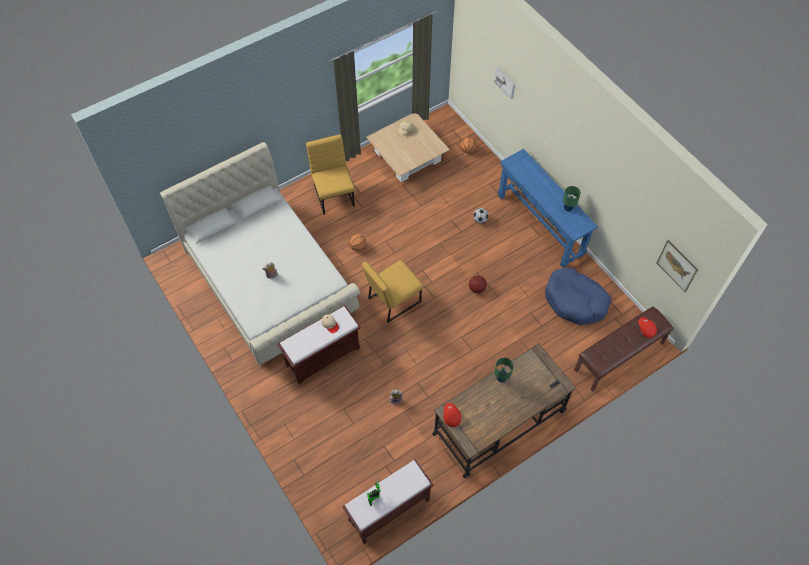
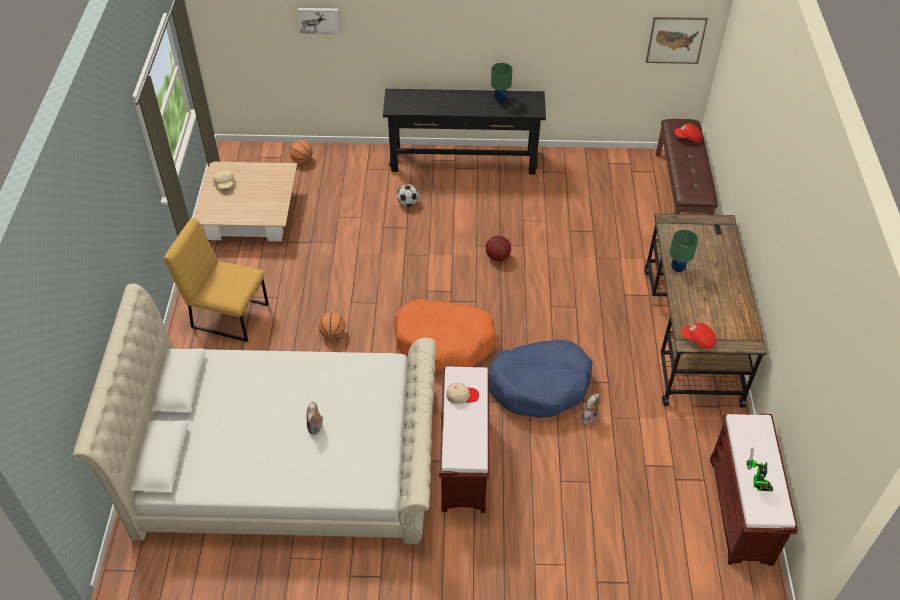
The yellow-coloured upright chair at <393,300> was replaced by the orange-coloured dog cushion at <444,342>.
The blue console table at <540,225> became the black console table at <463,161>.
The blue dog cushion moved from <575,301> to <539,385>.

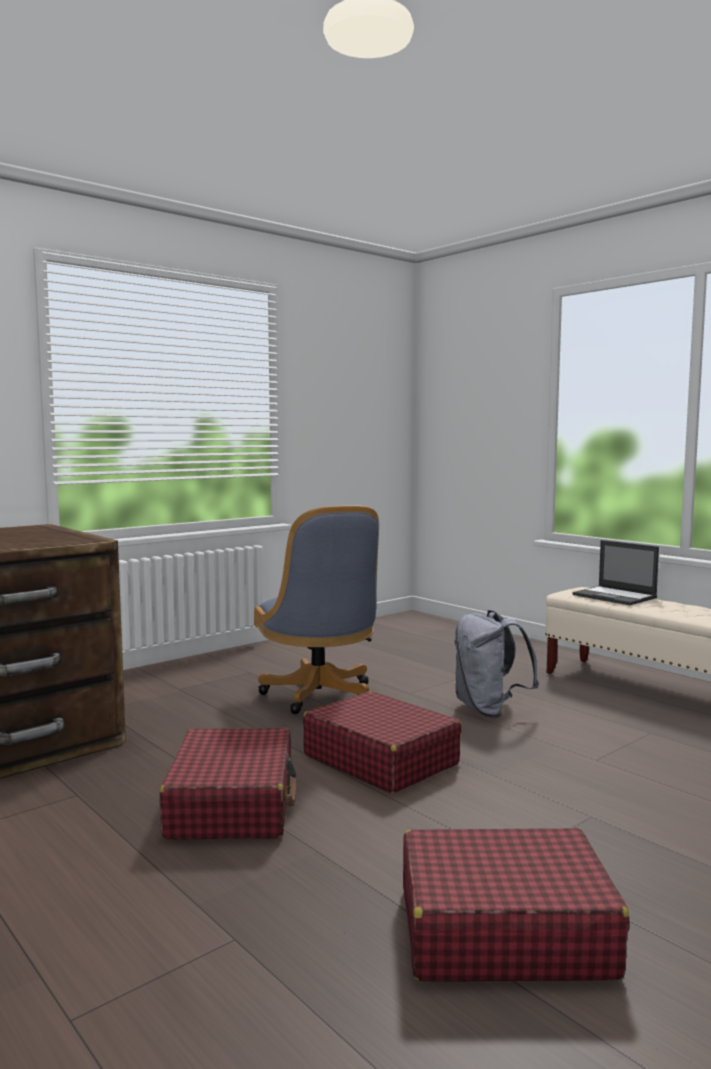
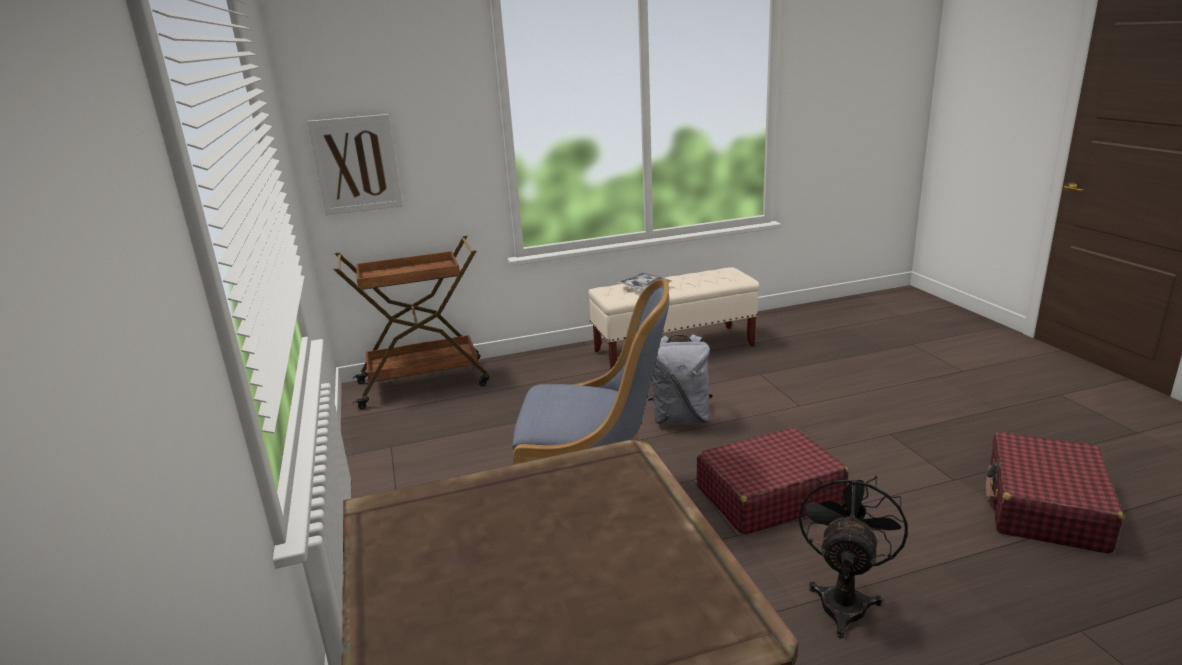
The reddish travel case at <232,804> was replaced by the black electric fan at <844,599>.
The portable computer at <615,596> was replaced by the tray at <644,287>.
The wall art at <356,164> appeared.
The brown cart at <423,384> appeared.

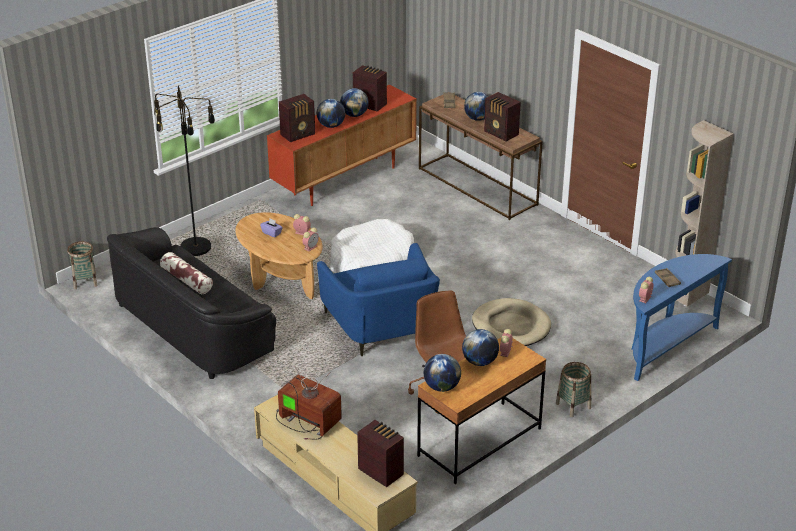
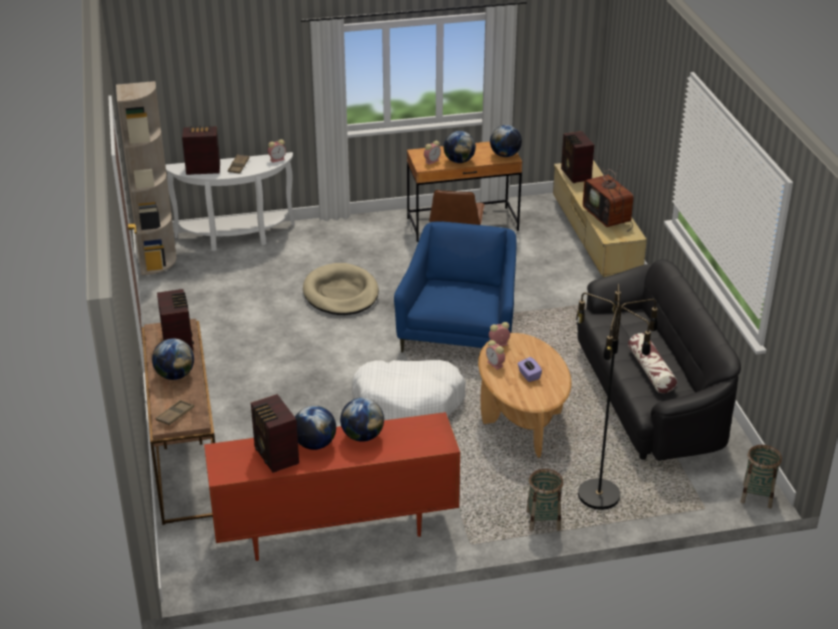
The radio moved from <298,134> to <202,169>.
The storage basket moved from <573,406> to <543,520>.
The blue console table at <665,346> became the white-coloured console table at <236,238>.

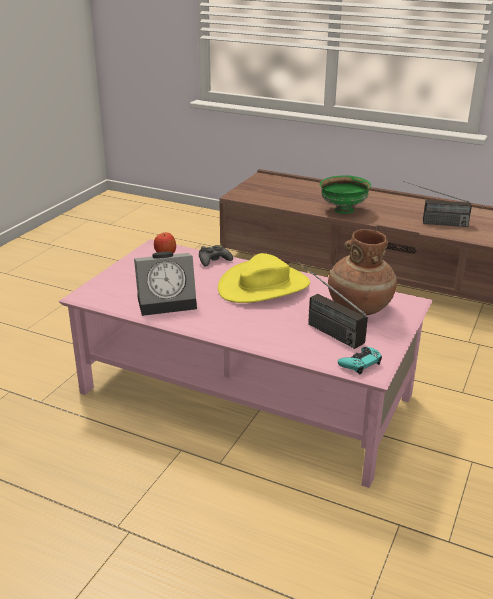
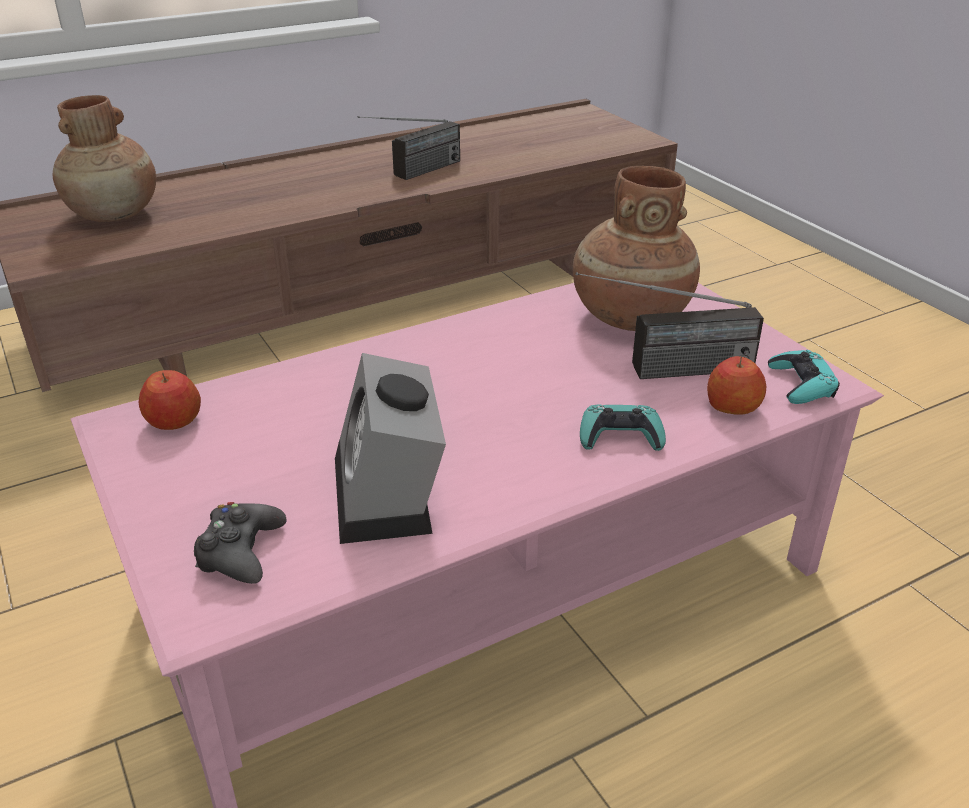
The table clock at <168,301> turned 150 degrees clockwise.
The black gamepad moved from <214,260> to <240,552>.
The yellow-coloured hat at <264,286> disappeared.
The greenish bowl at <343,211> disappeared.
The brown decorative vase at <115,214> appeared.
The turquoise gamepad at <620,436> appeared.
The whole apple at <732,406> appeared.

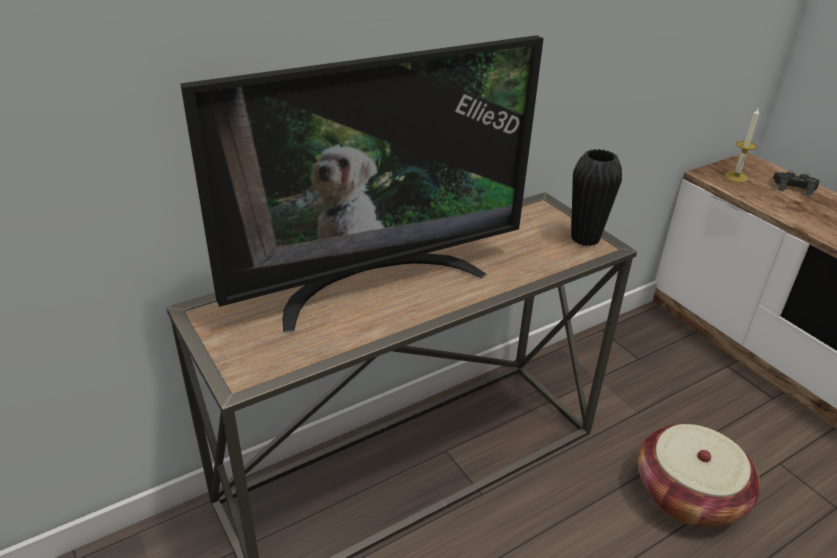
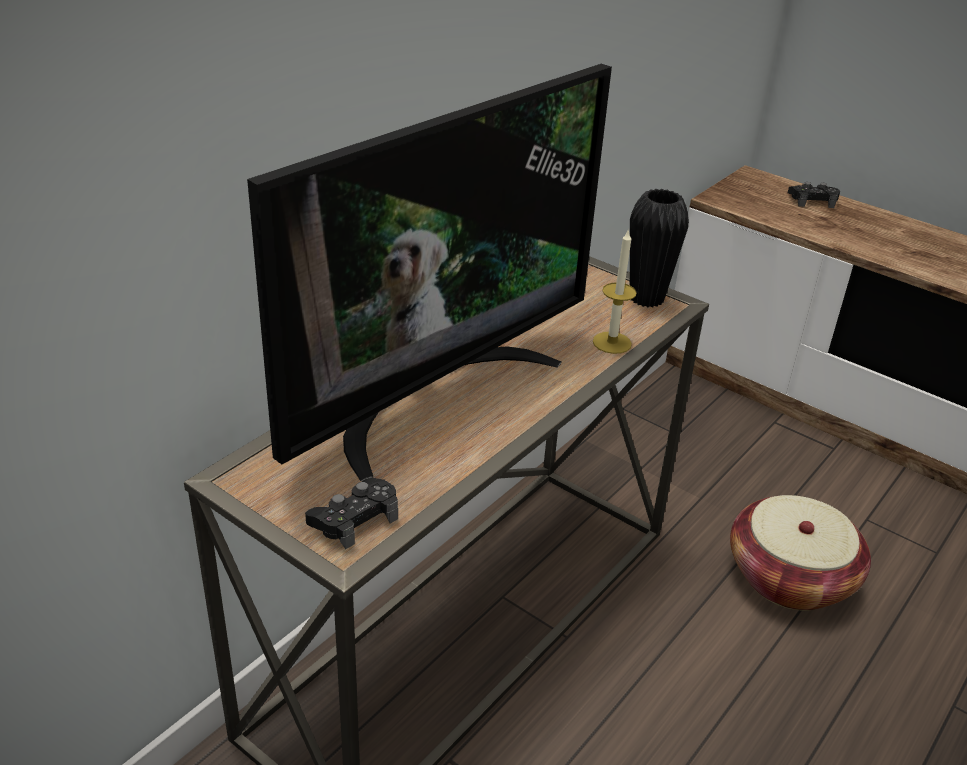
The wax light moved from <736,177> to <612,342>.
The black gamepad at <354,519> appeared.

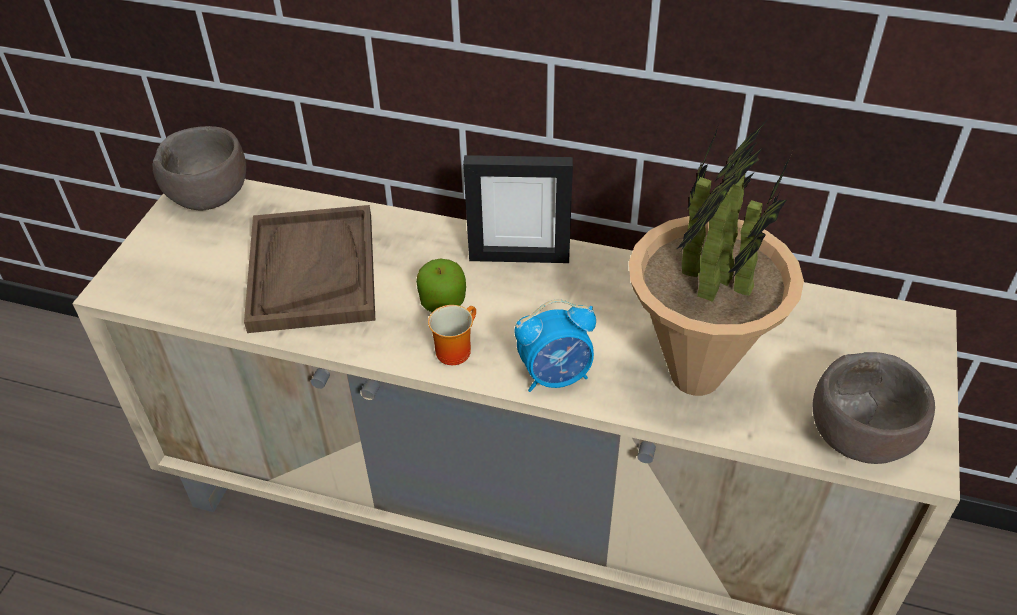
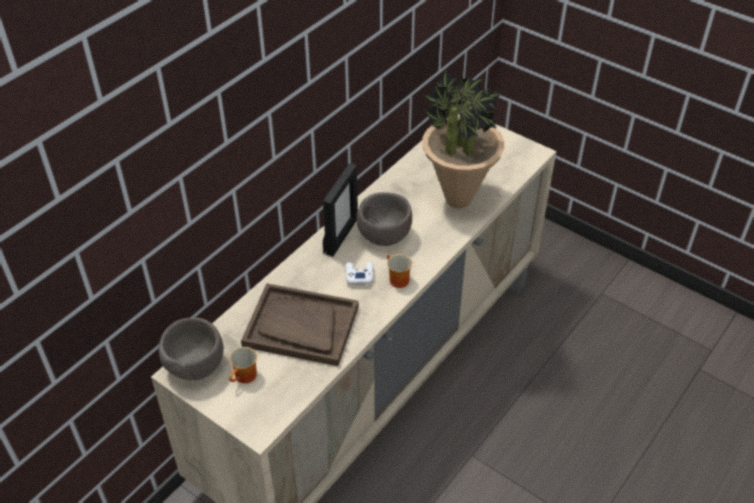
The whole apple at <443,301> was replaced by the white-coloured gamepad at <359,275>.
The table clock at <556,376> disappeared.
The brown bowl moved from <860,437> to <384,235>.
The coffee mug at <245,377> appeared.

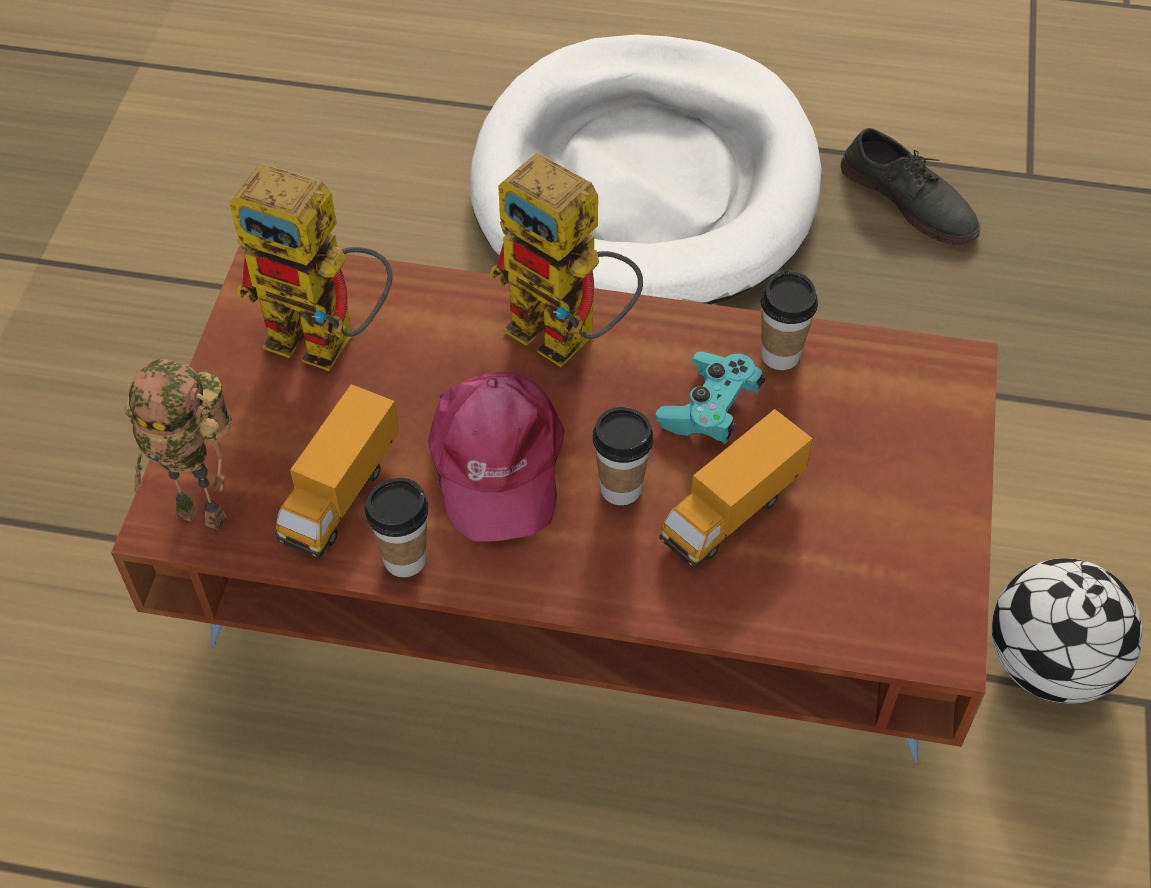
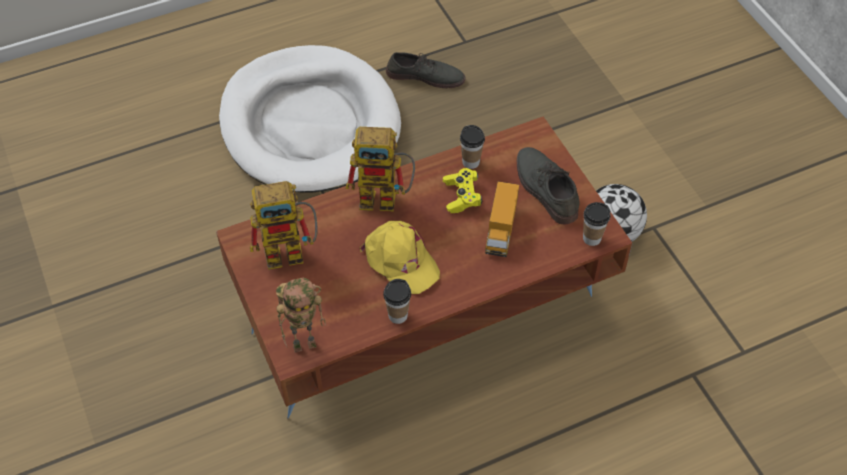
The toy lorry at <341,494> disappeared.
The pink baseball cap at <496,462> became the yellow-coloured baseball cap at <400,260>.
The cup moved from <620,488> to <591,238>.
The turquoise gamepad at <709,408> became the yellow-coloured gamepad at <462,196>.
The grey item of footwear at <545,188> appeared.

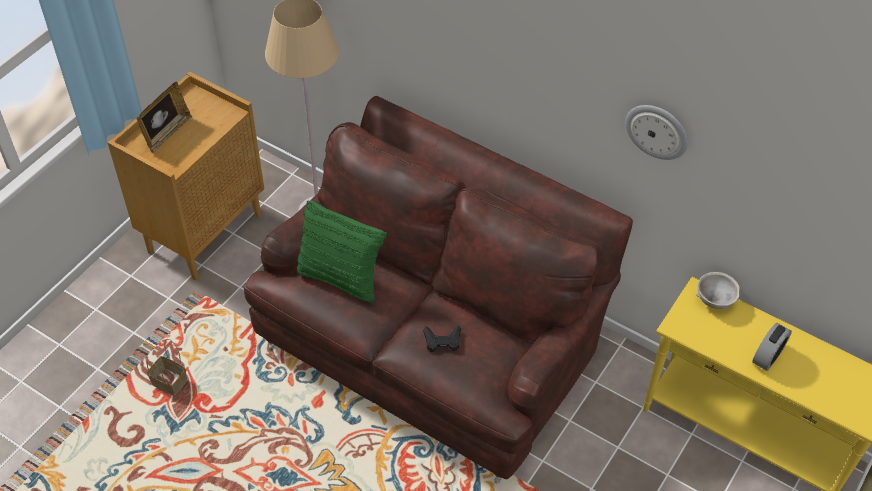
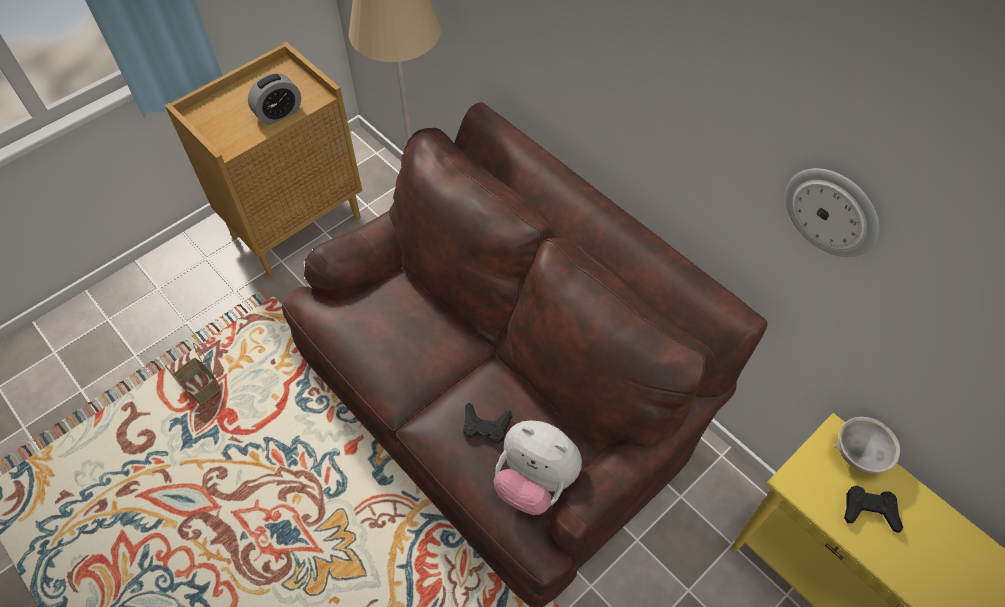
The photo frame at <167,133> disappeared.
The greenish pillow at <342,278> disappeared.
The table clock moved from <767,356> to <279,113>.
The soft toy at <535,481> appeared.
The black gamepad at <870,510> appeared.

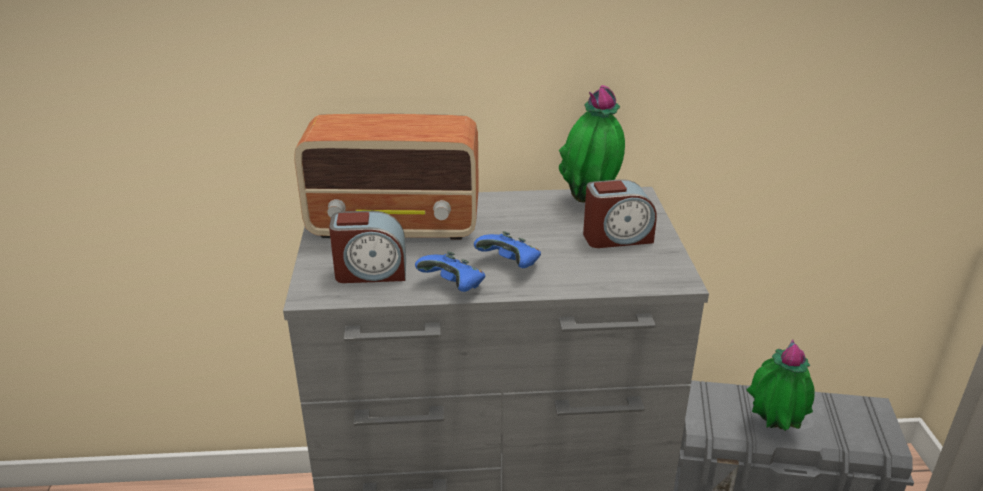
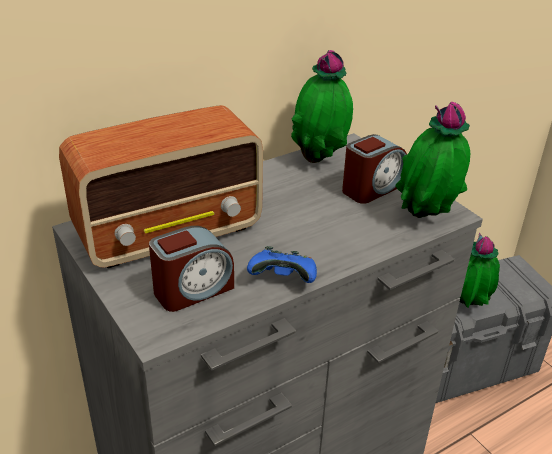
The blue gamepad at <510,264> disappeared.
The houseplant at <425,219> appeared.

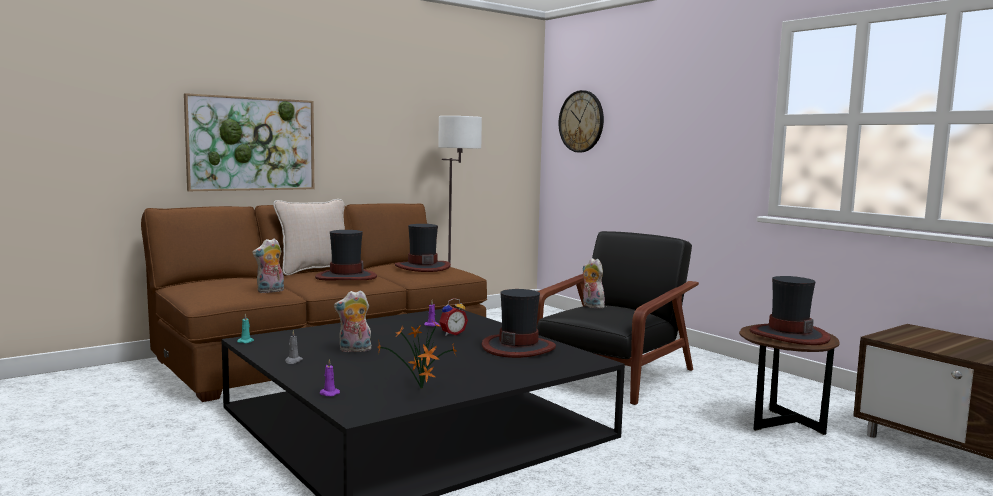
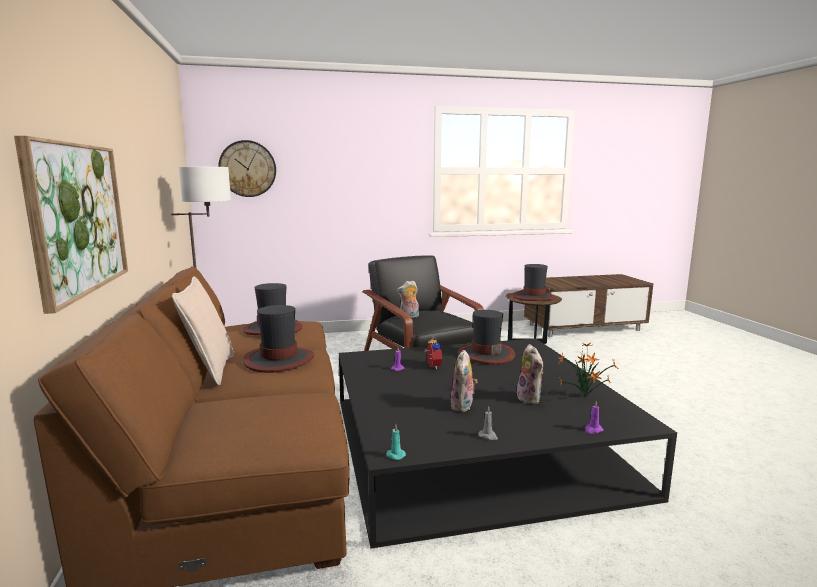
The soft toy moved from <270,291> to <530,399>.

